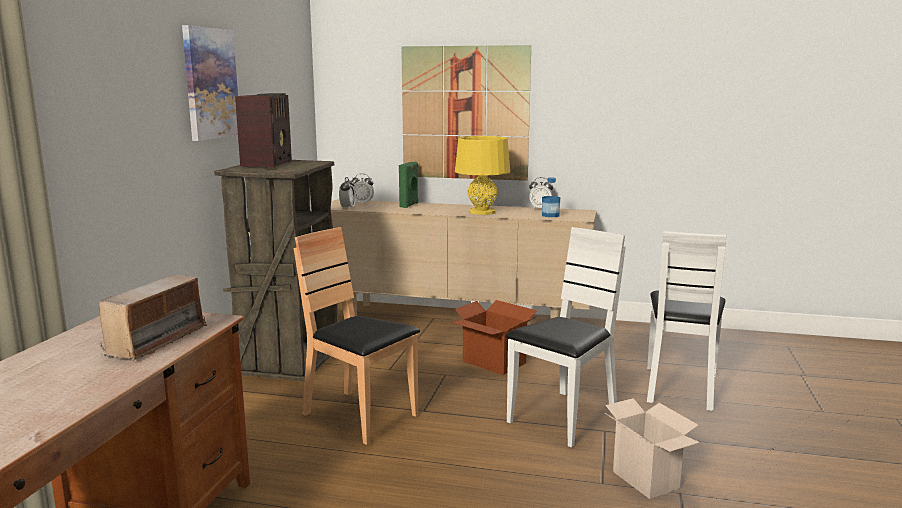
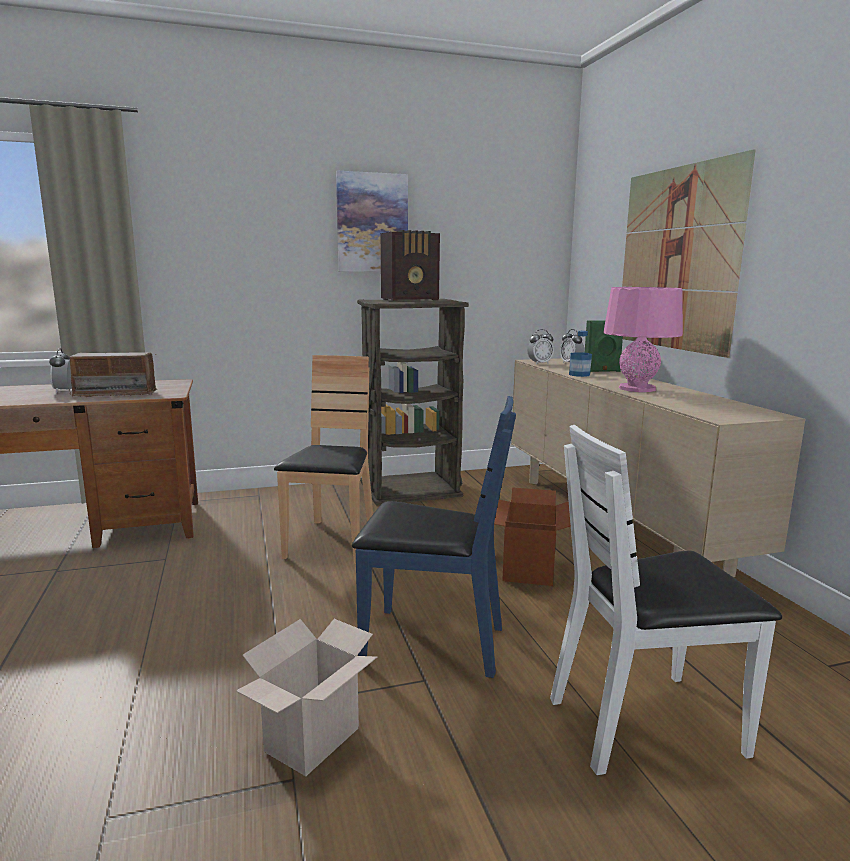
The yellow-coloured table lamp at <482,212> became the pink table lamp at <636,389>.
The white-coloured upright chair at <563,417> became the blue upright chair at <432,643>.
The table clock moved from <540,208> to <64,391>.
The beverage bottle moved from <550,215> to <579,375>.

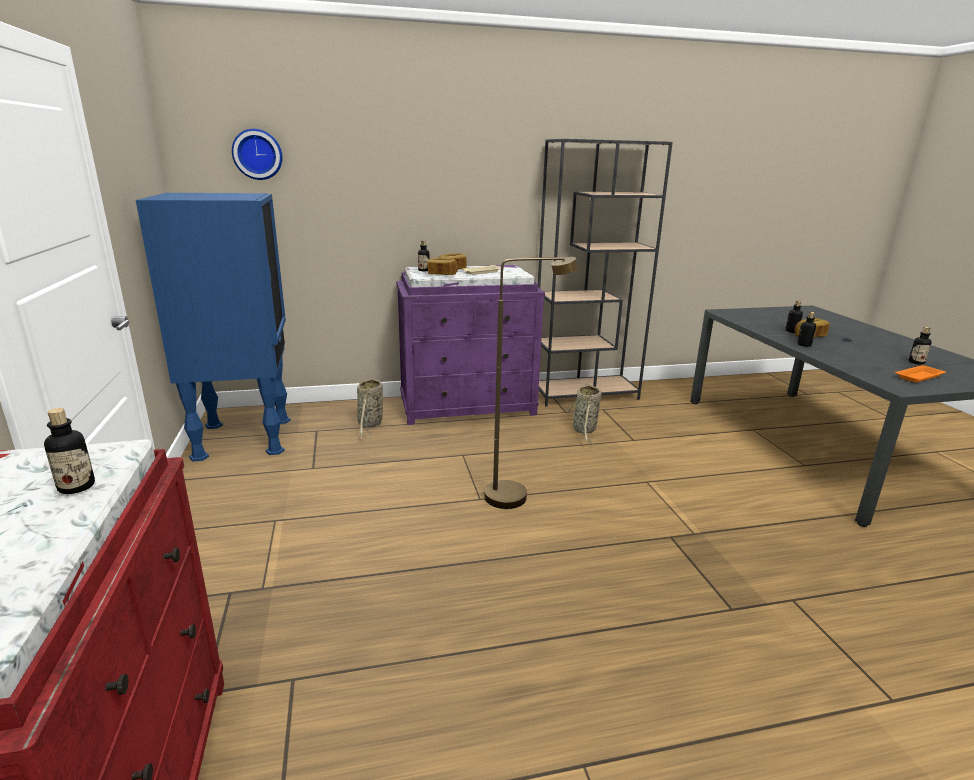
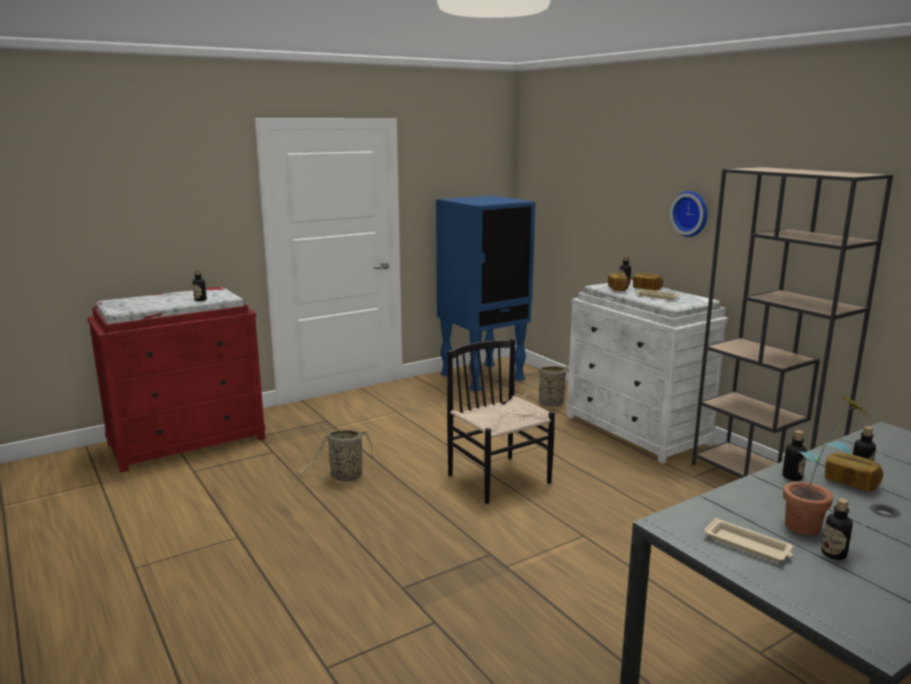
The clock on the wall moved from <257,154> to <691,213>.
The purple-coloured drawer chest at <468,406> became the white-coloured drawer chest at <636,430>.
The brown standing lamp at <517,495> was replaced by the black upright chair at <496,477>.
The storage basket moved from <584,430> to <344,477>.
The orange-coloured tray at <919,376> became the beige-coloured tray at <748,546>.
The houseplant at <813,525> appeared.

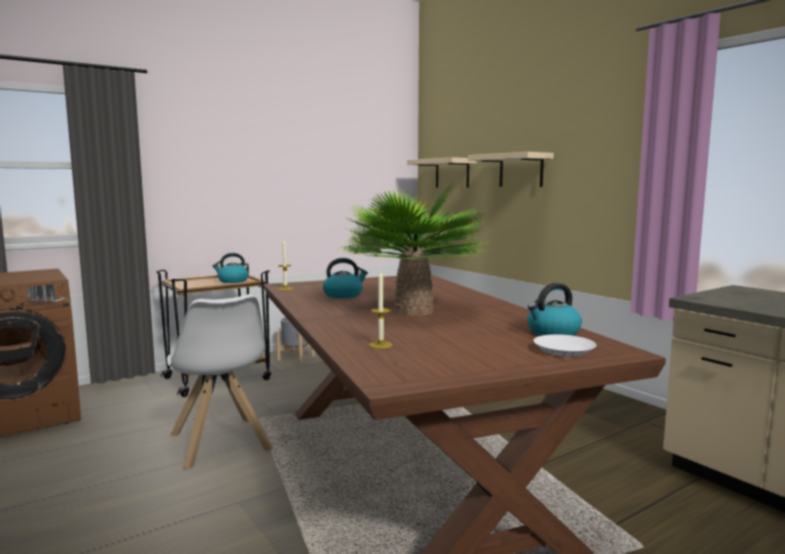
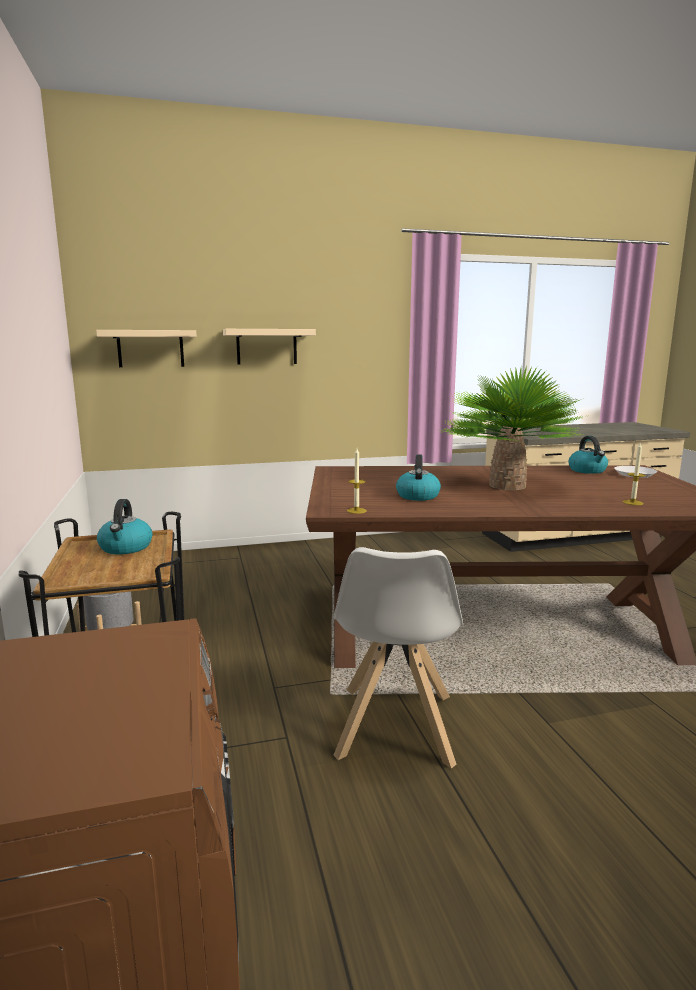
The upright chair at <221,443> turned 105 degrees clockwise.

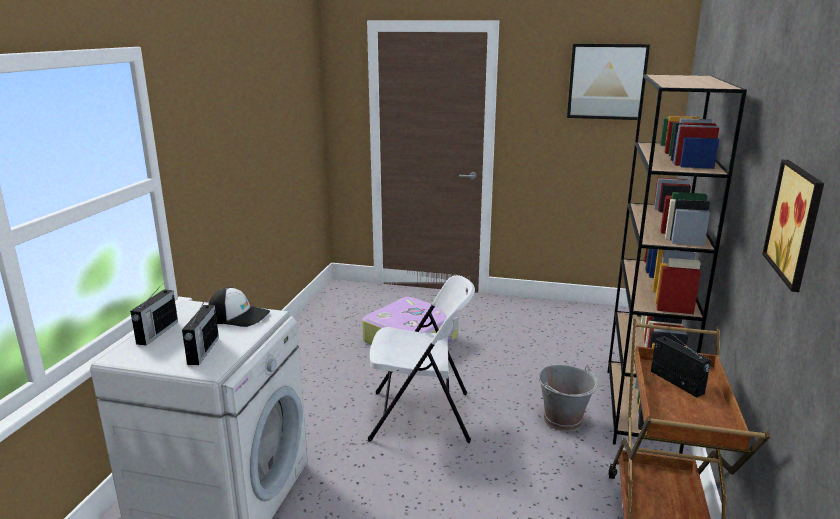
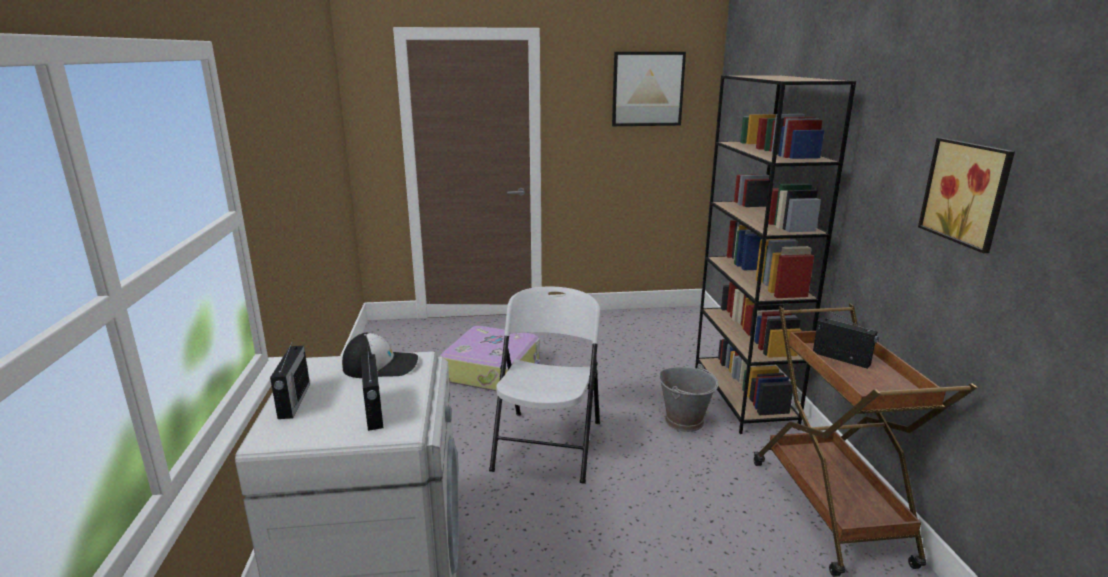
The white-coloured upright chair at <420,416> turned 60 degrees counterclockwise.

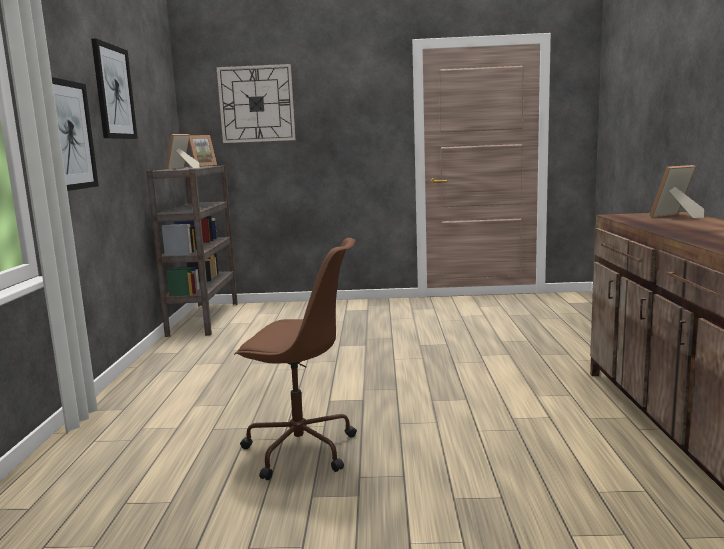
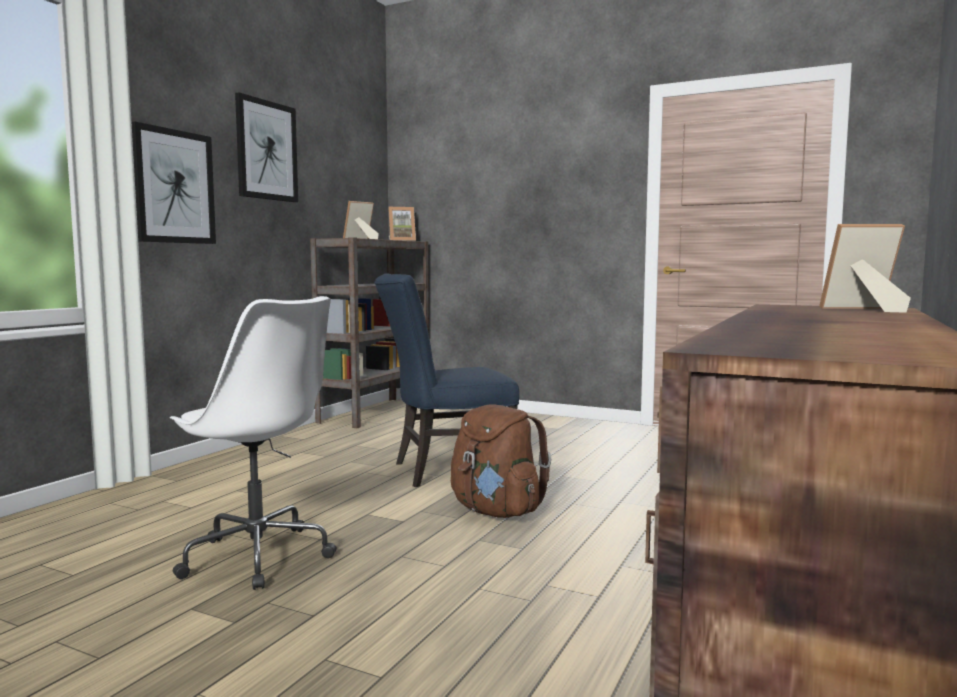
The clock on the wall at <256,104> disappeared.
The brown desk chair at <303,450> became the white-coloured desk chair at <260,558>.
The blue upright chair at <445,470> appeared.
The brown rucksack at <496,511> appeared.

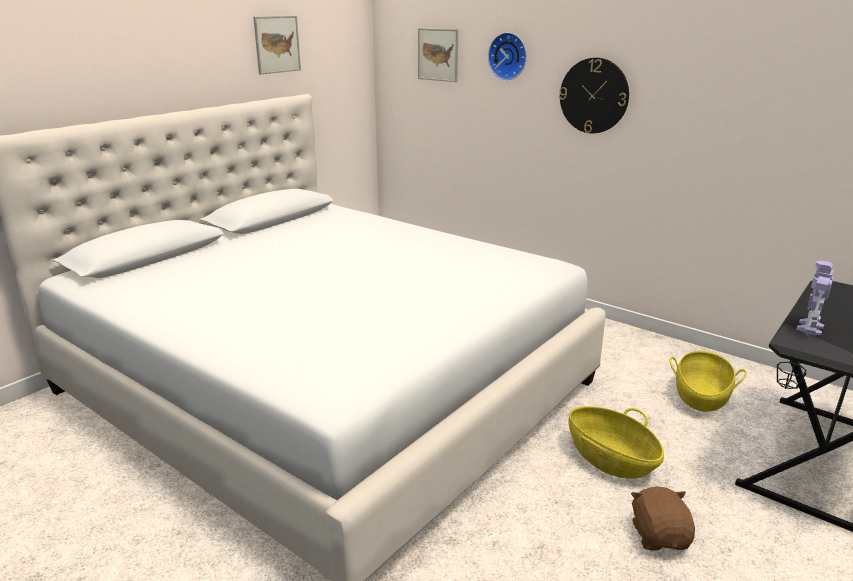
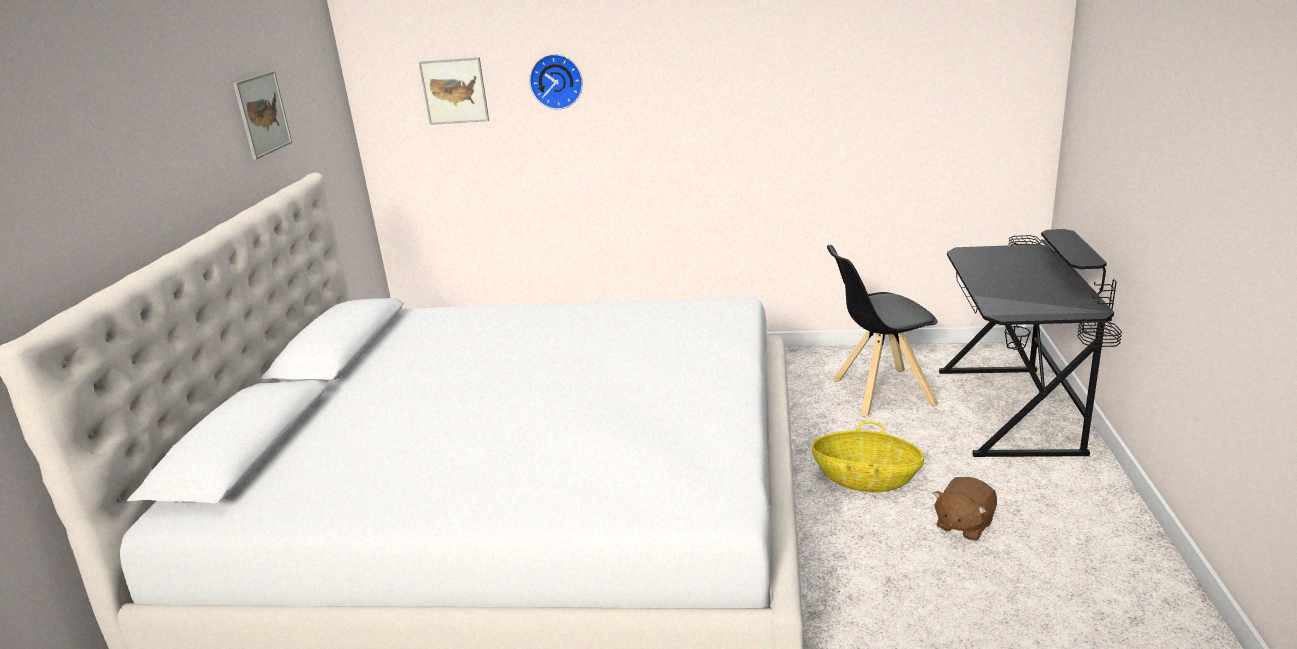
The clock on the wall at <594,96> disappeared.
The brown soft toy at <659,536> turned 105 degrees counterclockwise.
The storage basket at <701,396> was replaced by the black upright chair at <879,392>.
The toy robot at <809,328> disappeared.

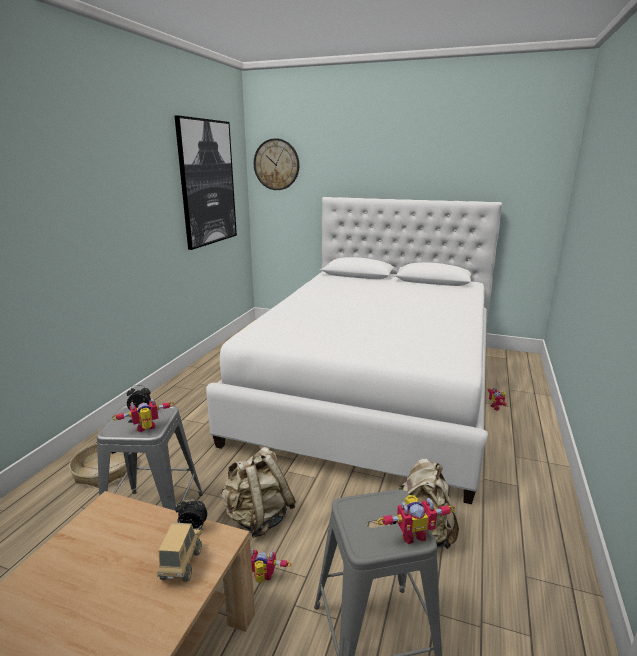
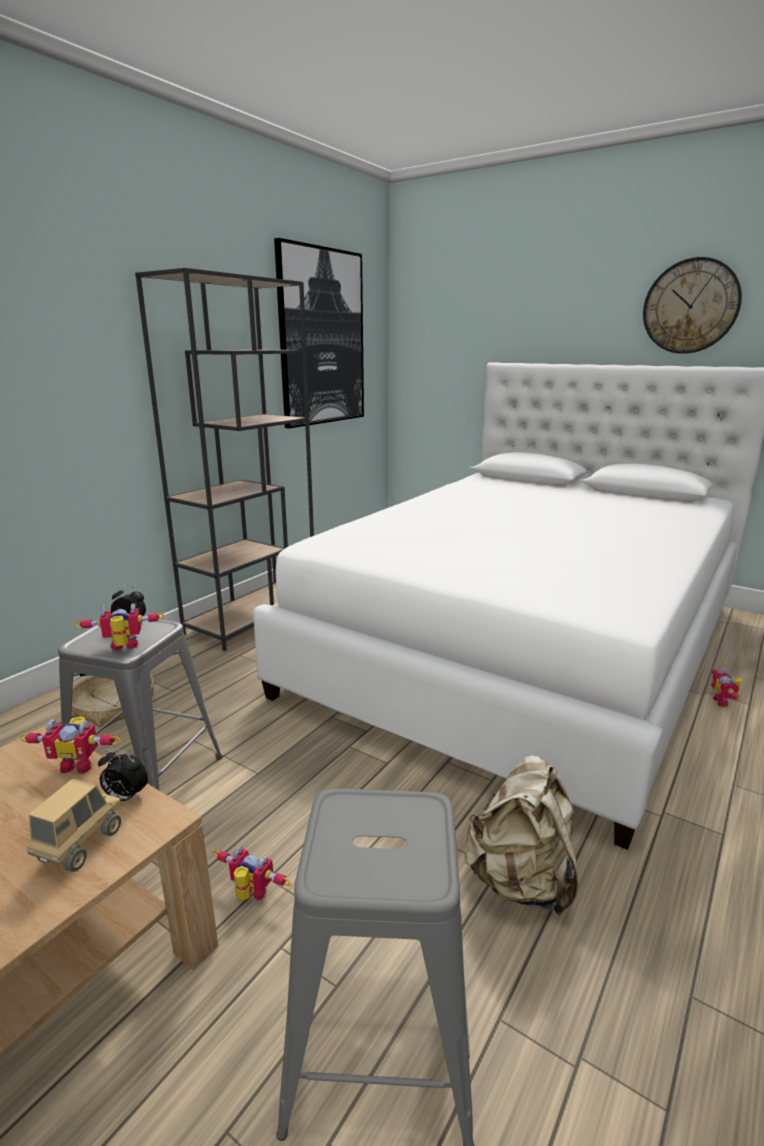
The beige-coloured rucksack at <258,518> disappeared.
The clock on the wall moved from <276,164> to <690,306>.
The toy robot moved from <412,534> to <79,764>.
The bookshelf at <253,618> appeared.

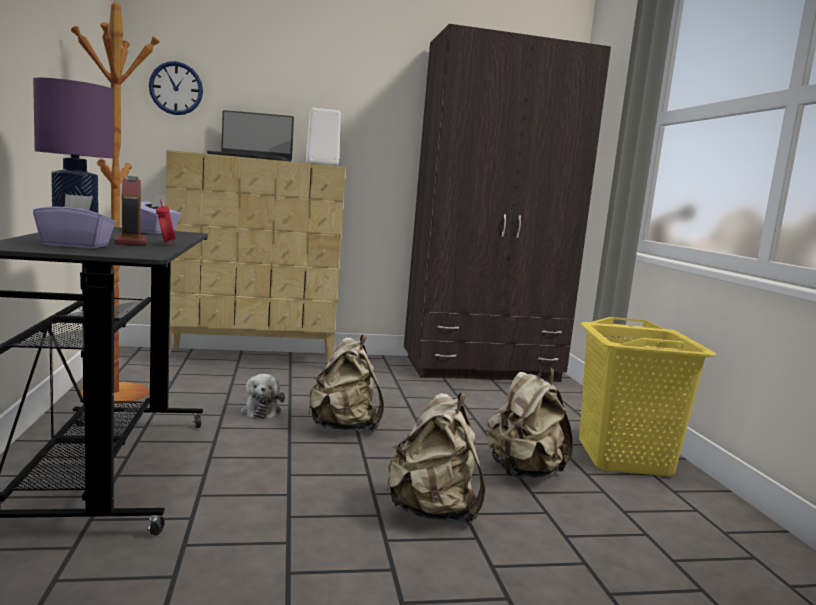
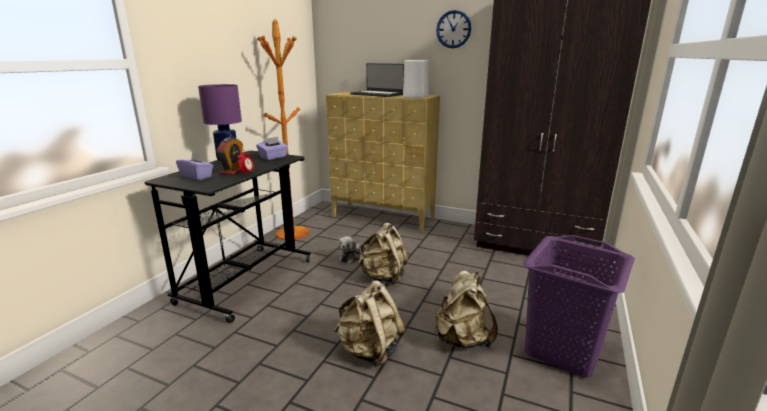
The clock on the wall moved from <176,88> to <453,29>.
The yellow-coloured laundry basket at <623,458> became the purple-coloured laundry basket at <562,350>.

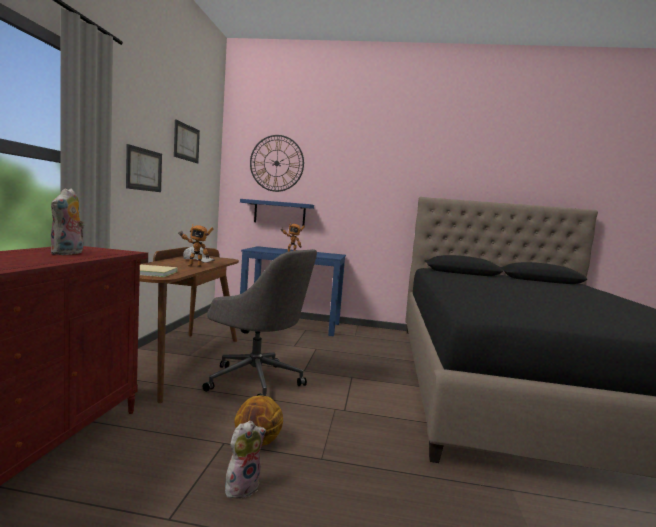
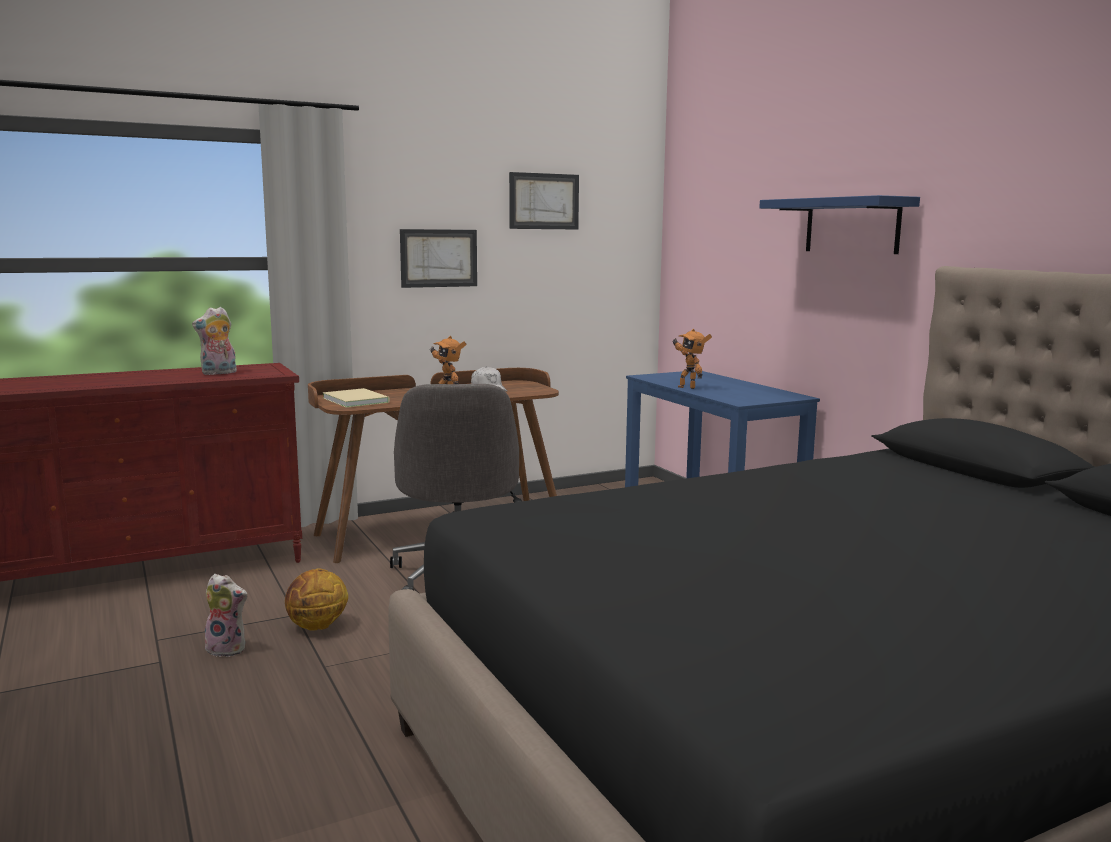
The blue shelf moved from <279,213> to <852,225>.
The clock on the wall at <276,163> disappeared.

